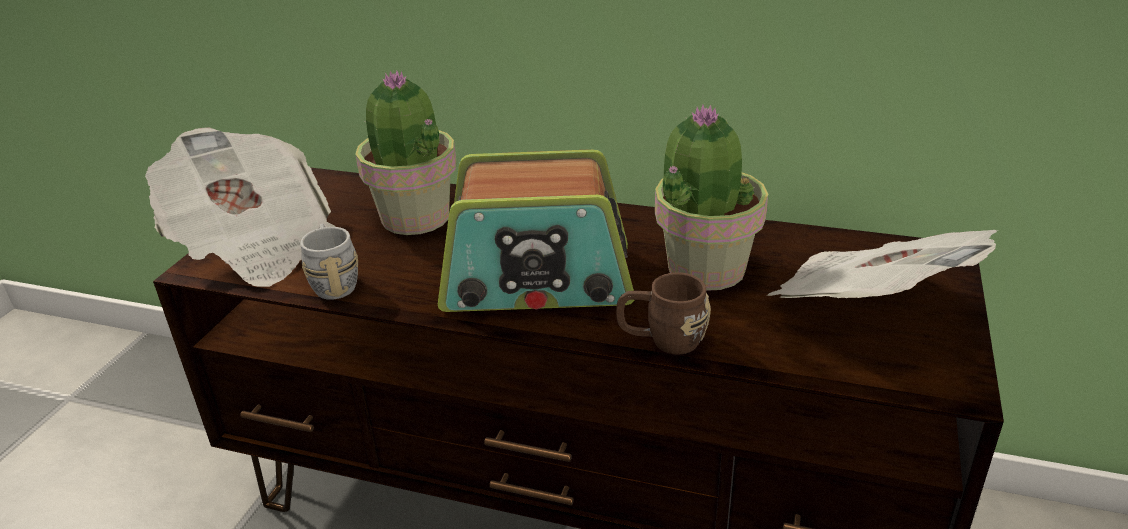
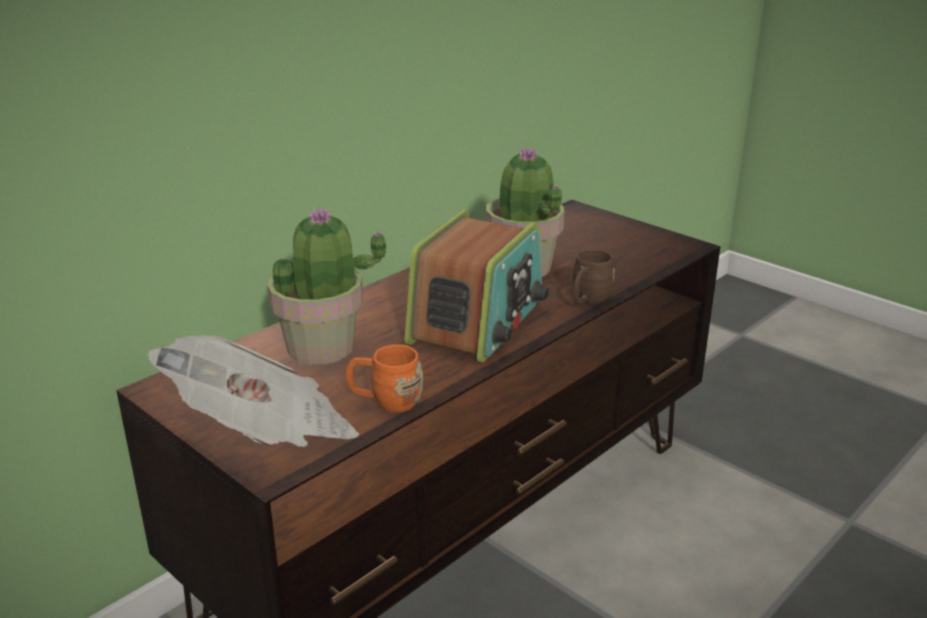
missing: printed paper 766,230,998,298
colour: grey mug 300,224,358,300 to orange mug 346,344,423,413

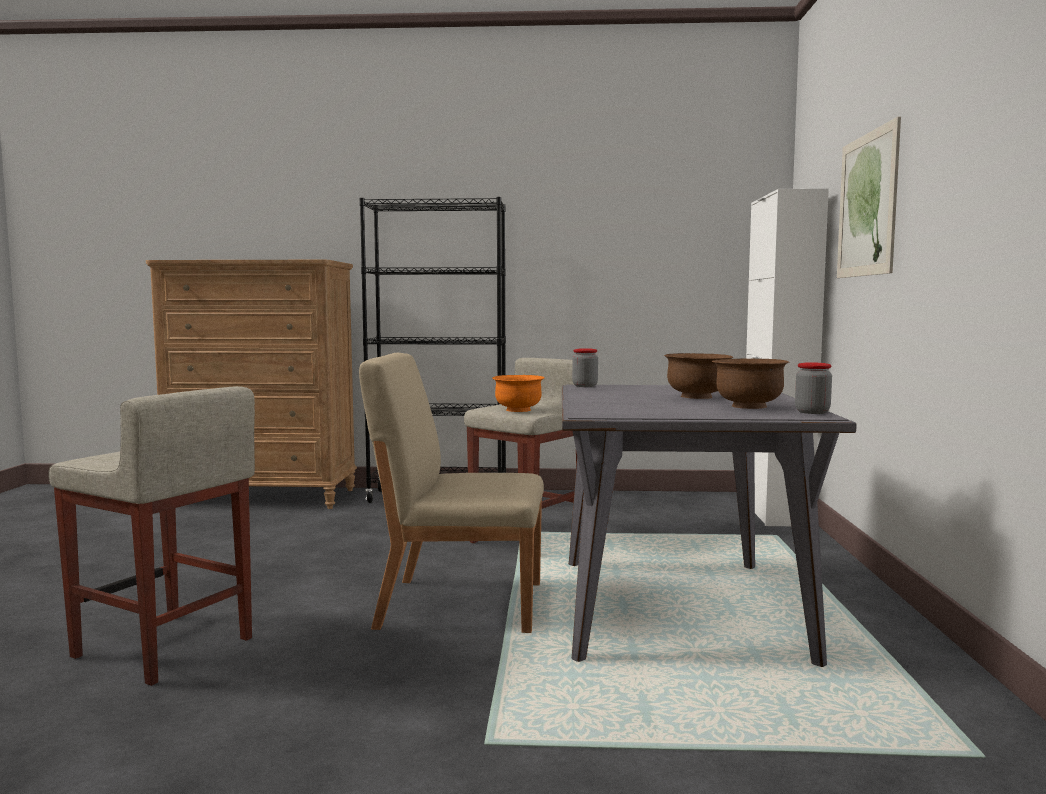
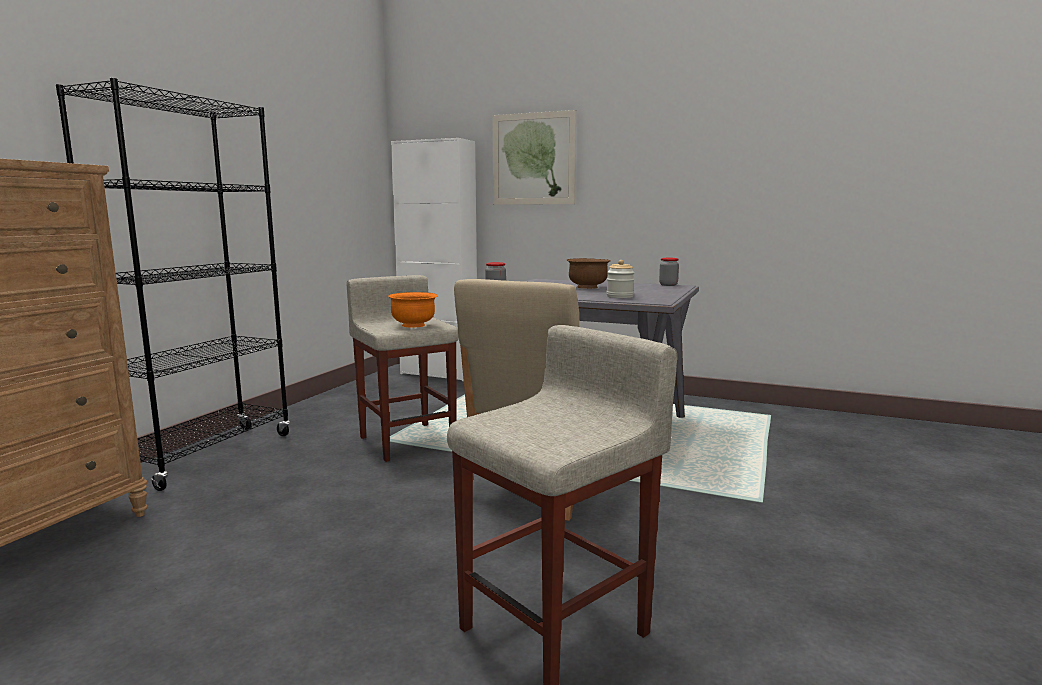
missing: brown deep dish 712,359,789,409
appeared: storage jar 606,260,635,298

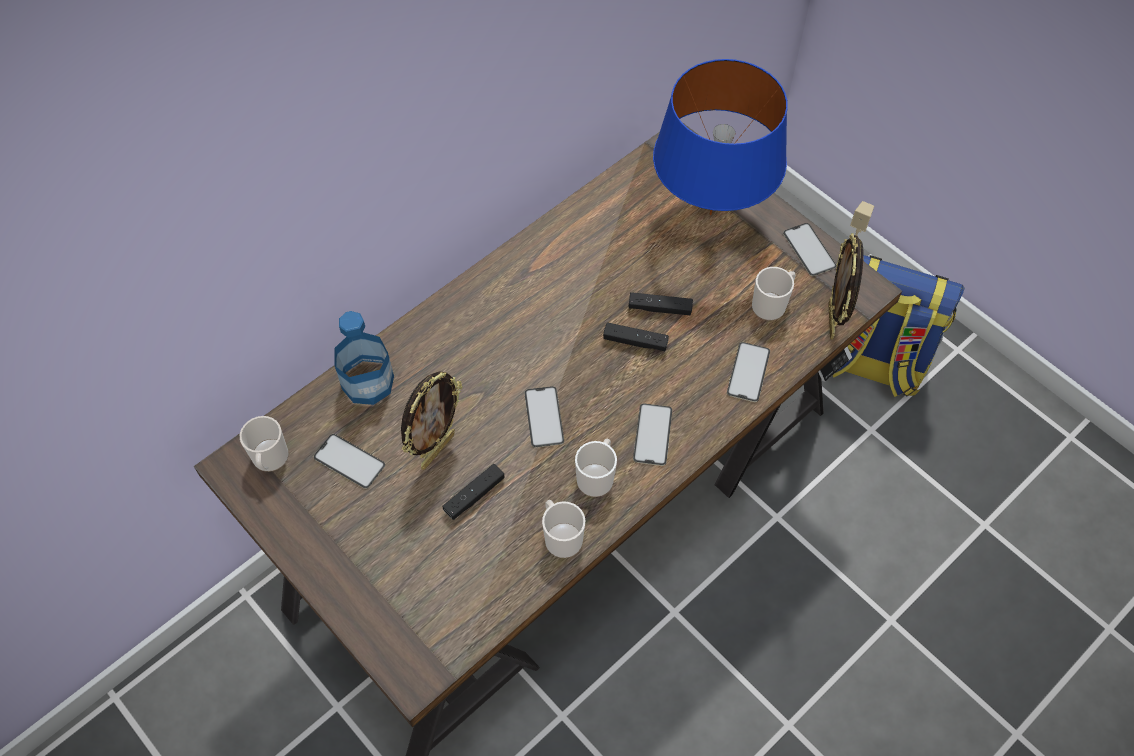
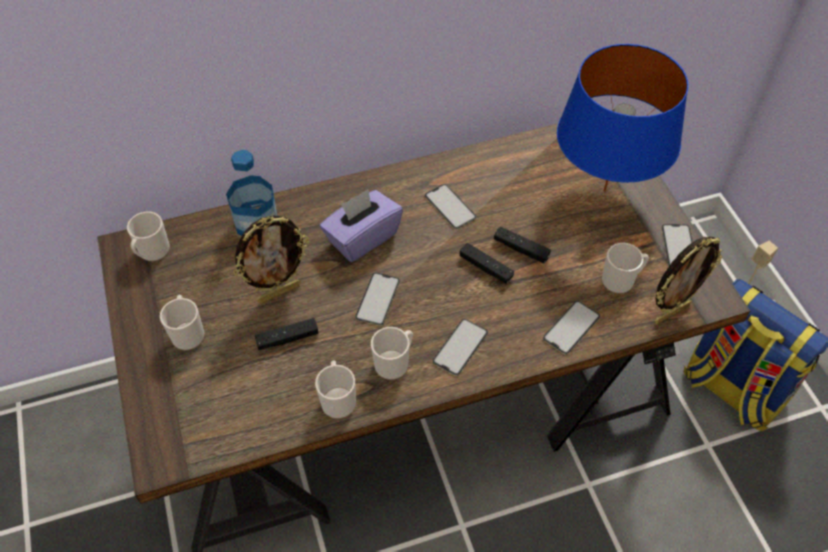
appeared: mug 160,295,205,350; purple-coloured tissue box 320,190,403,262
relocated: phone 314,434,385,489 to 425,184,476,229
spun: picture frame 828,233,863,340 = 654,236,722,325 150 degrees counterclockwise

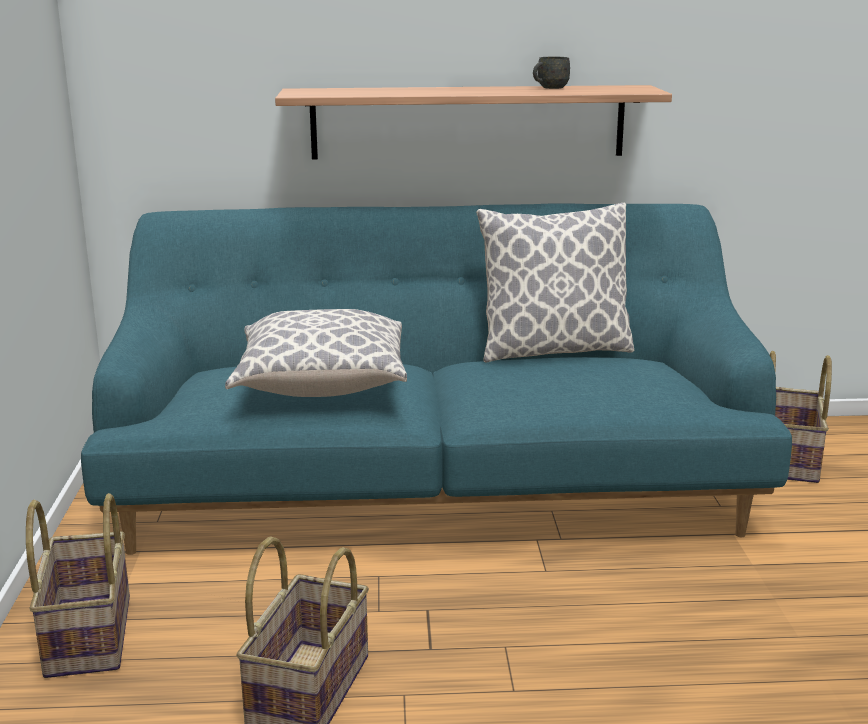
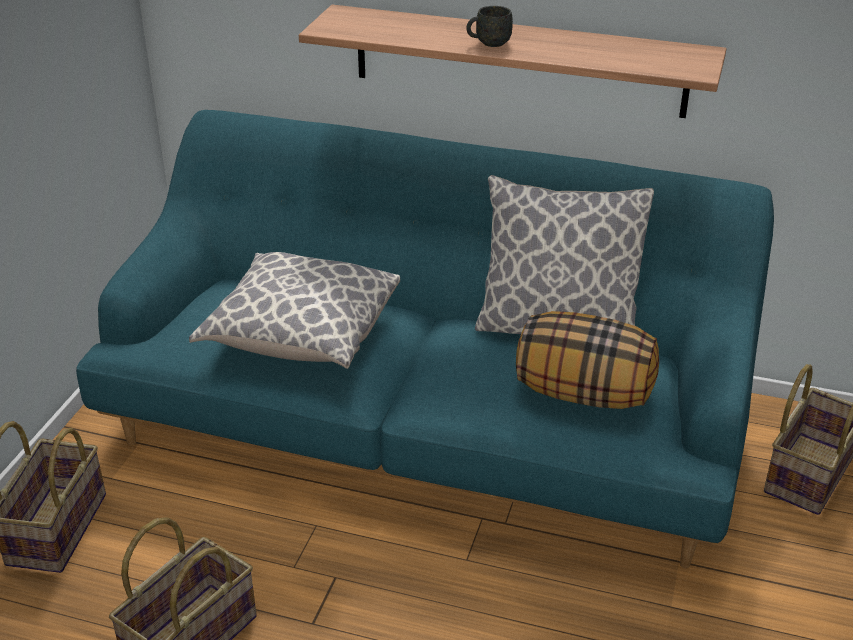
appeared: throw pillow 516,311,659,409
relocated: grey mug 533,57,570,89 to 466,6,513,47

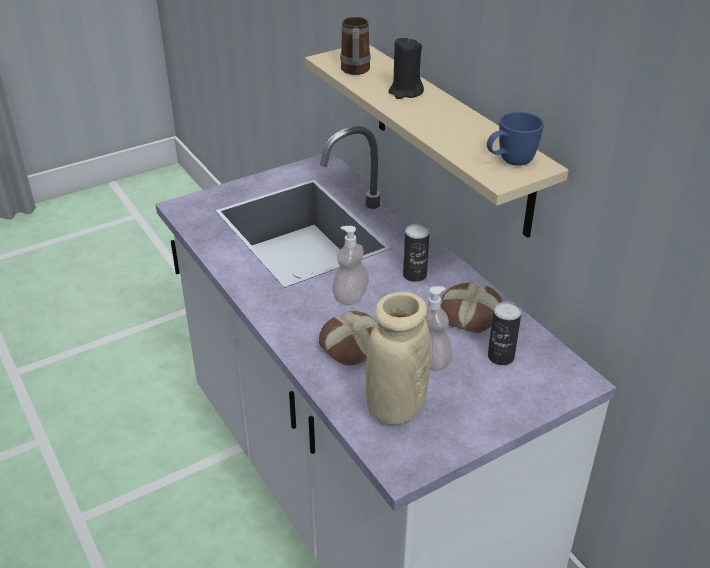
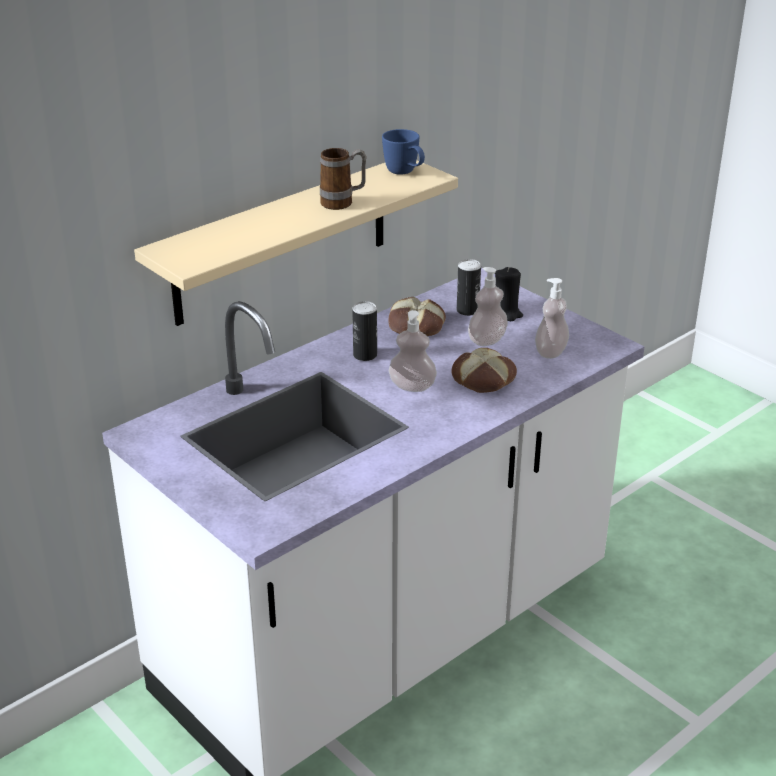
relocated: mug 340,17,370,75 to 320,148,366,210; blackish wax light 388,37,424,99 to 495,267,523,321
exchanged: sand-coloured decorative vase 366,292,431,425 to soap bottle 535,278,569,359

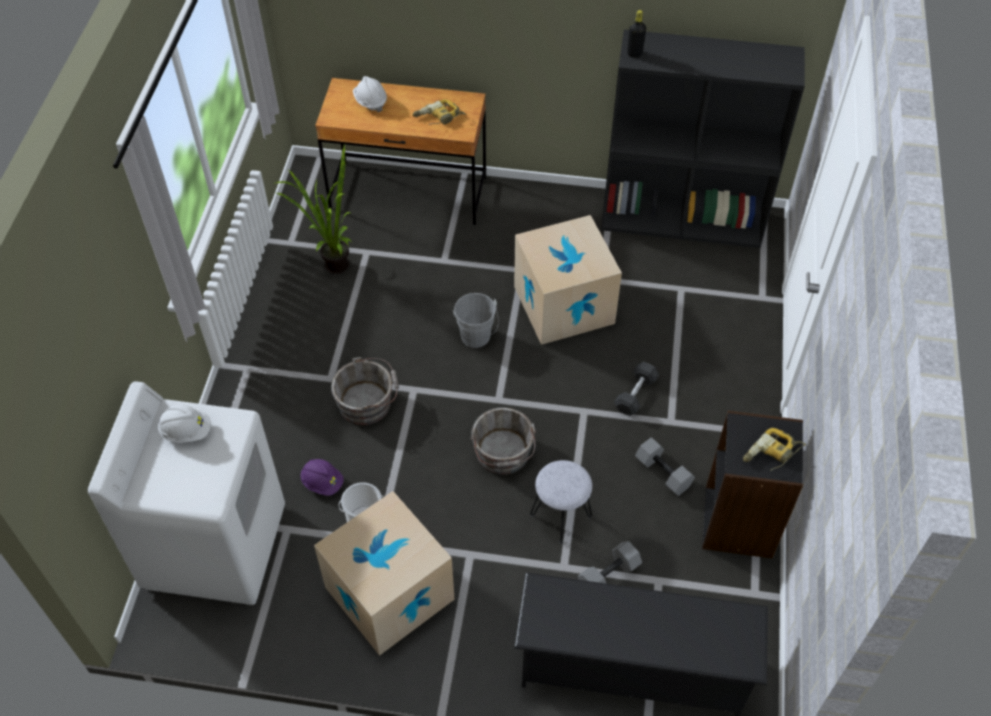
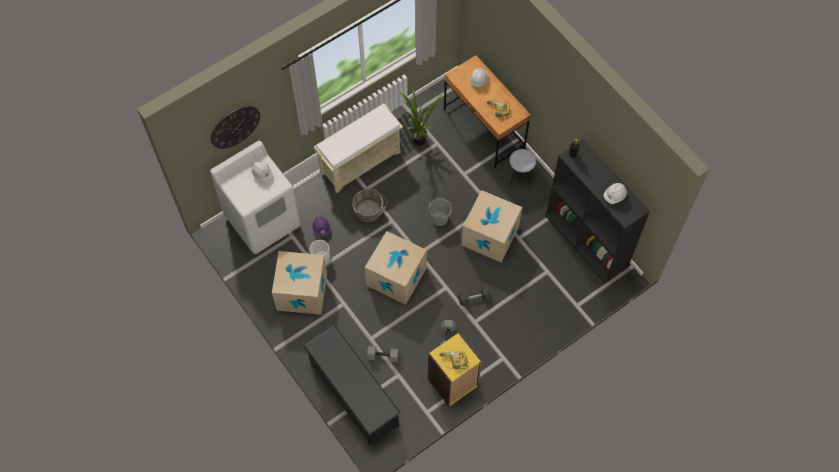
appeared: hanging clock 211,106,260,149; sand-coloured long seat 314,103,403,193; white work helmet 604,183,627,204
relocated: grey sitting stool 530,460,592,544 to 509,149,536,185
exchanged: grey bucket 471,407,536,475 to packing box 365,231,427,305
colour: blackish shelving unit 702,411,803,559 to yellow-coloured shelving unit 428,333,482,407

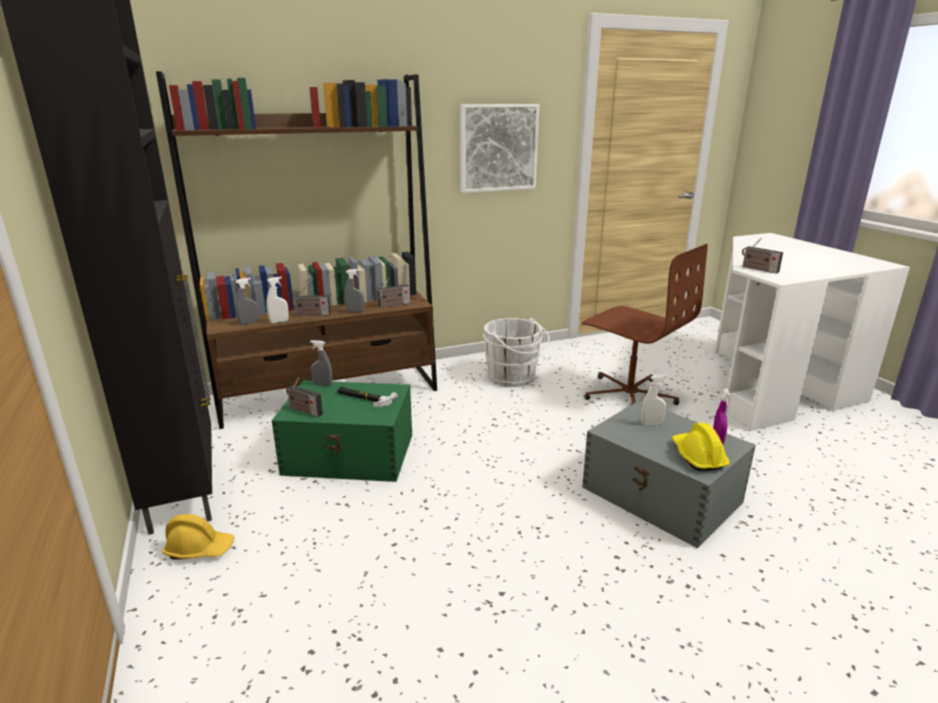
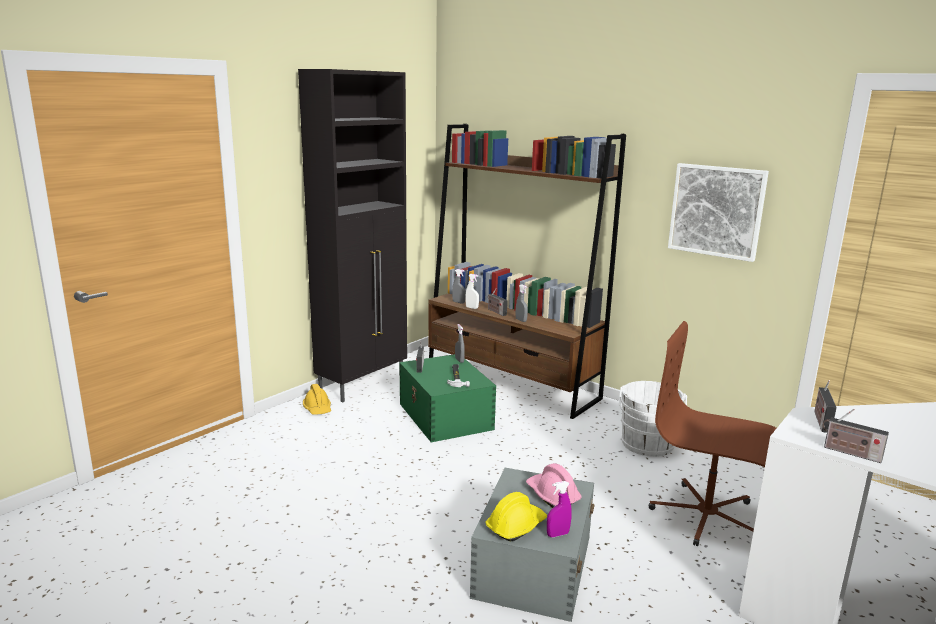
relocated: radio receiver 375,278,410,308 to 822,409,889,463
exchanged: white hand sprayer 641,374,668,425 to pink work helmet 526,463,582,508
spun: brown computer chair 581,244,708,405 = 649,321,777,546 105 degrees clockwise

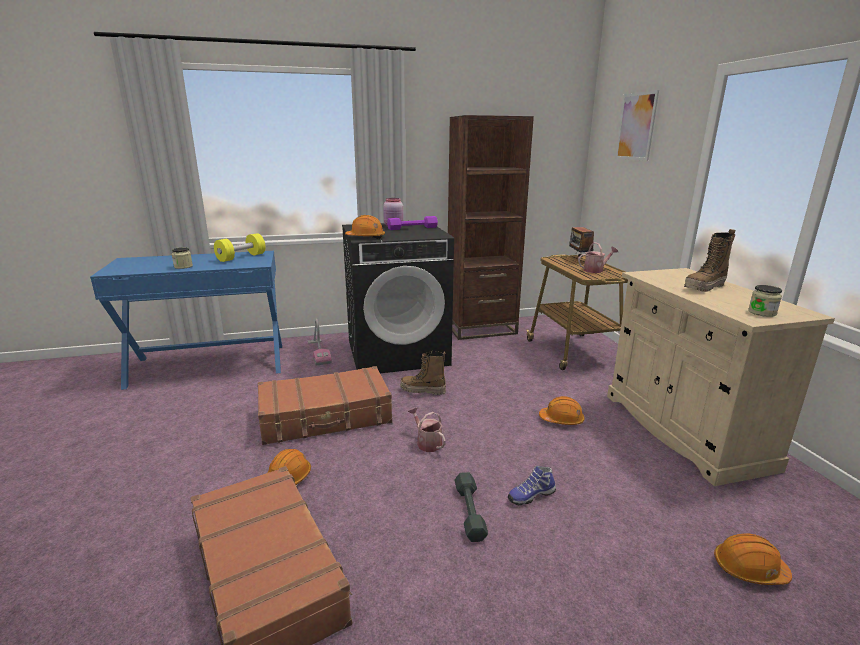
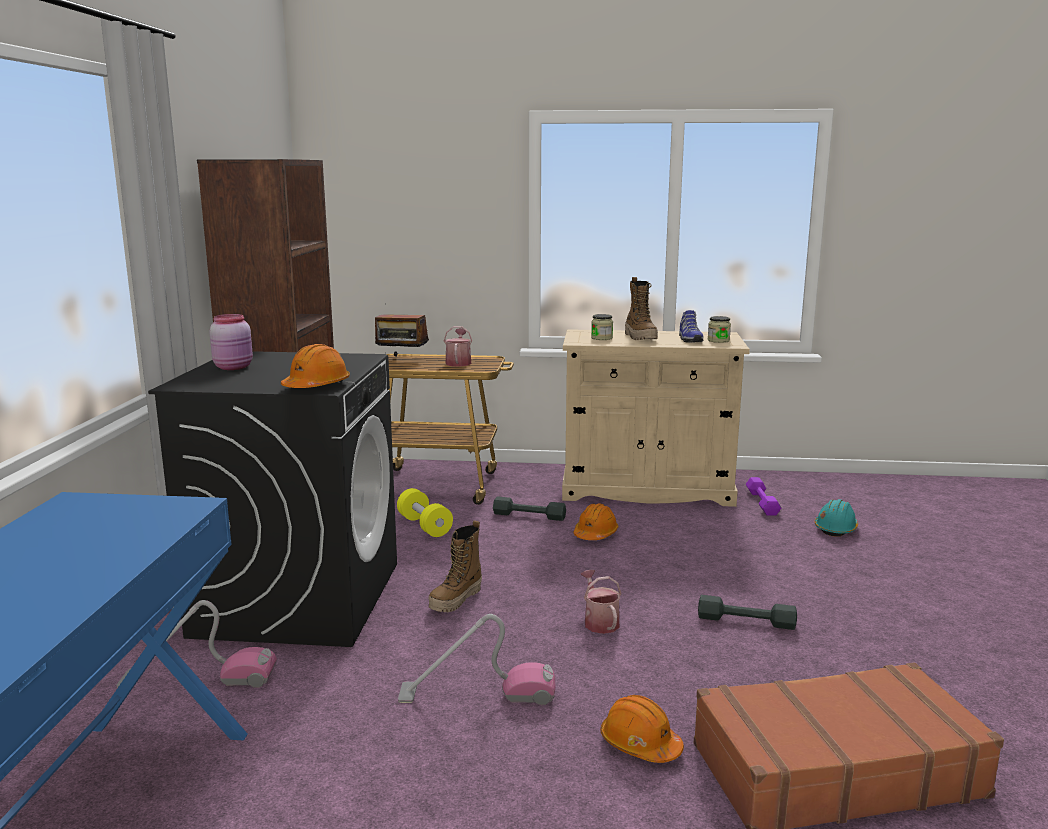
missing: wall picture 615,90,659,161
appeared: grey free weight 493,497,566,521
relocated: storage jar 172,247,193,269 to 591,314,613,340; yellow-coloured free weight 214,233,266,262 to 397,488,453,537; purple-coloured free weight 387,216,438,230 to 746,477,781,516; shoe 508,466,556,506 to 679,310,704,343
exchanged: brown suitcase 258,366,392,445 to vacuum 398,614,555,705
colour: orange work helmet 714,534,792,585 to blue-green work helmet 815,499,858,537
spun: watering pot 408,407,446,452 = 580,570,622,634 90 degrees clockwise

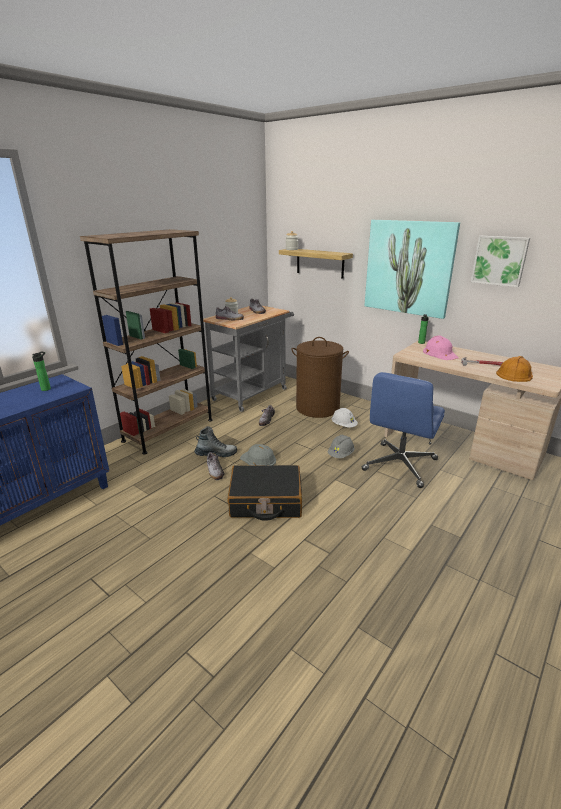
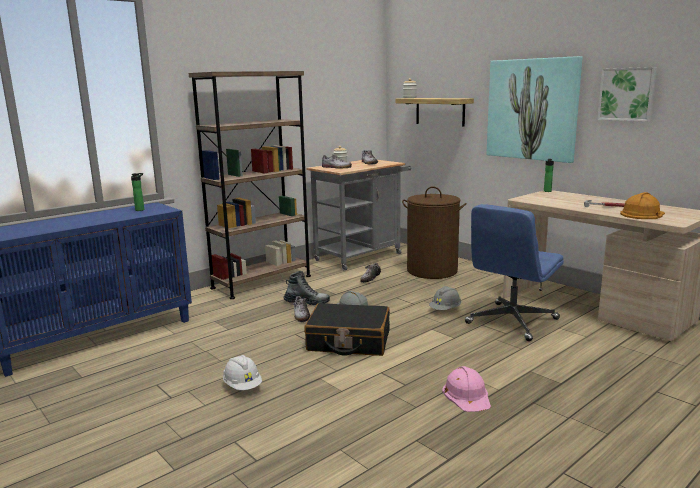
relocated: white work helmet 332,408,358,428 to 223,355,262,390; pink work helmet 423,335,459,360 to 442,366,491,412

